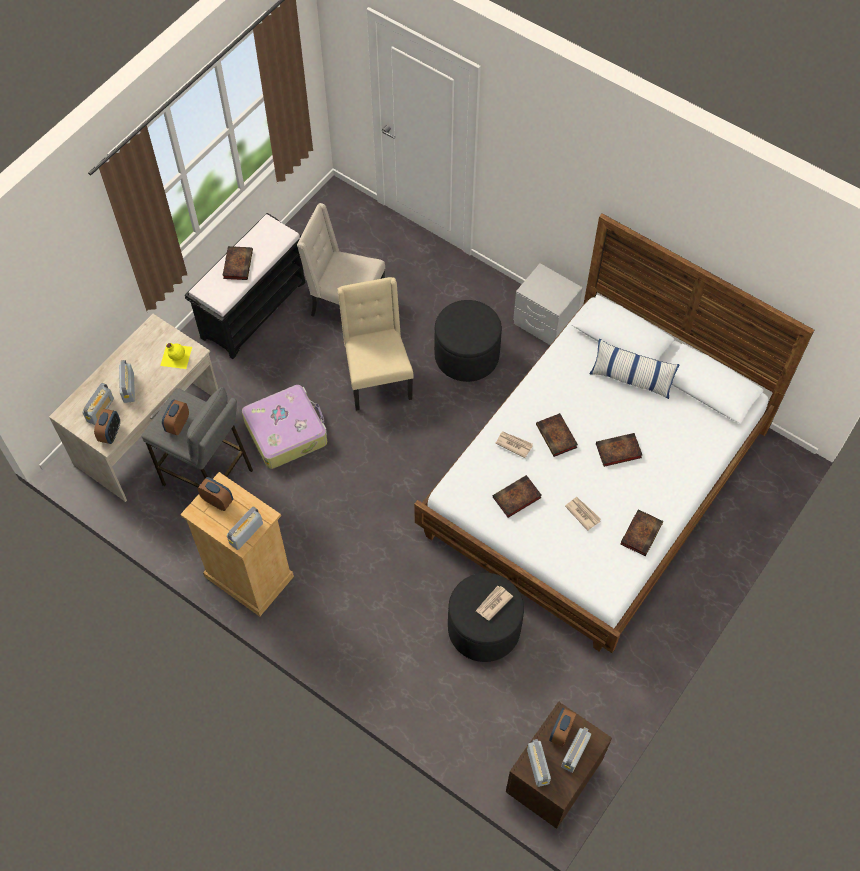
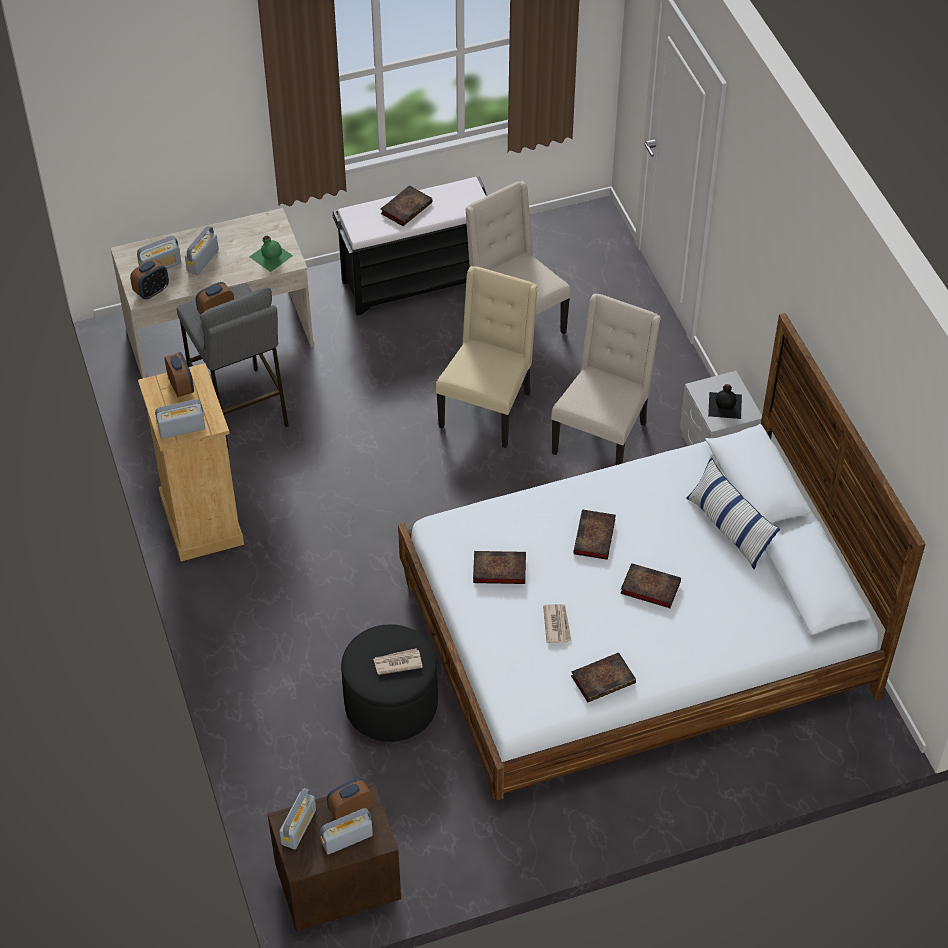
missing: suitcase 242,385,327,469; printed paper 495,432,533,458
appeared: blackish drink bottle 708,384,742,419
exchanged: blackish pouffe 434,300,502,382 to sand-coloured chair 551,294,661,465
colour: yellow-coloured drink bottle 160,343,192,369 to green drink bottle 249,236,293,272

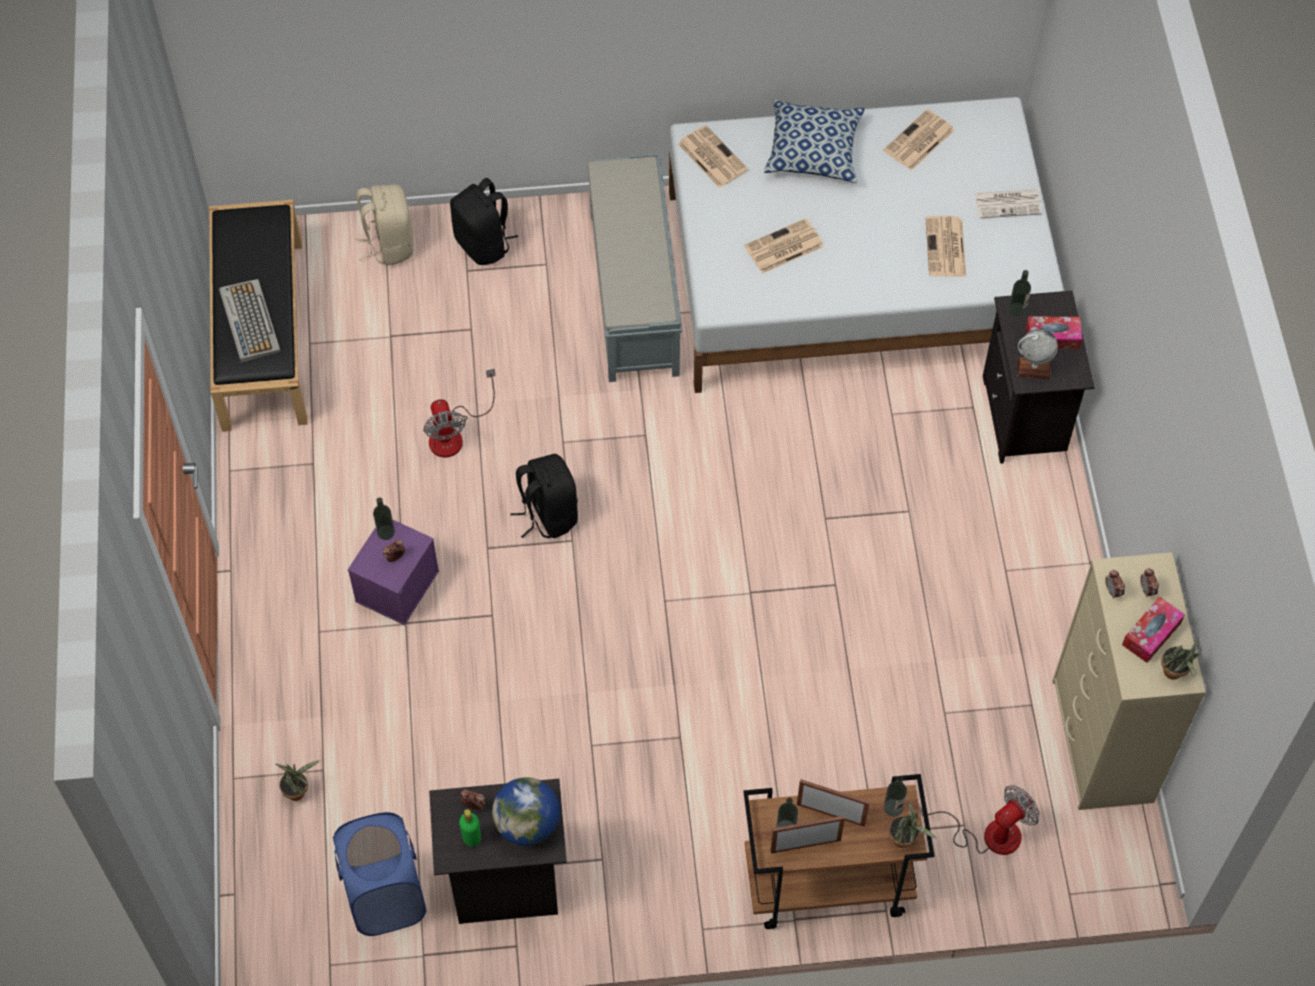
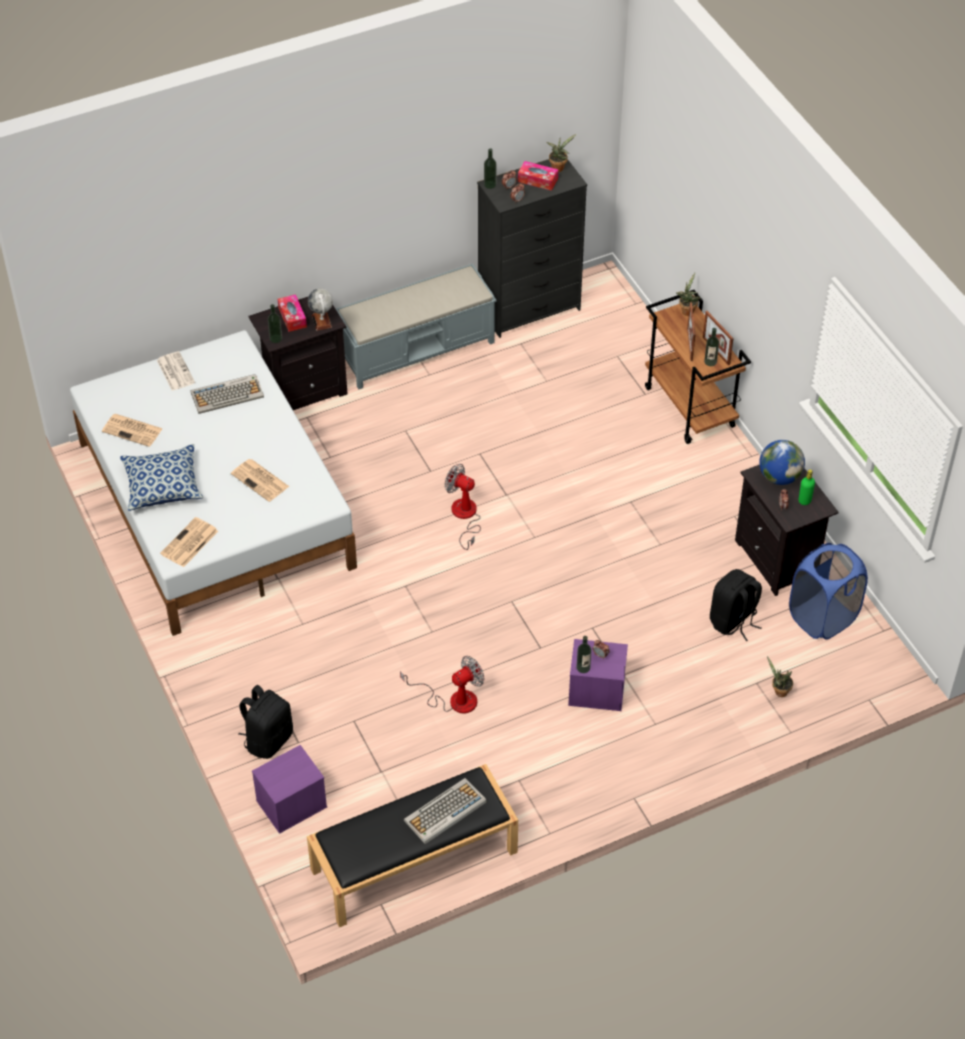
relocated: blackish knapsack 510,454,578,538 to 710,569,762,641; grey long seat 587,153,682,382 to 336,263,497,389; drink bottle 884,776,907,817 to 484,148,497,189; electric fan 919,785,1040,855 to 445,464,481,550
exchanged: sand-coloured knapsack 354,184,414,265 to purple-coloured storage bin 252,745,327,834; printed paper 925,216,966,277 to keyboard 191,374,264,414
colour: sand-coloured drawer chest 1052,552,1206,810 to blackish drawer chest 477,159,587,338

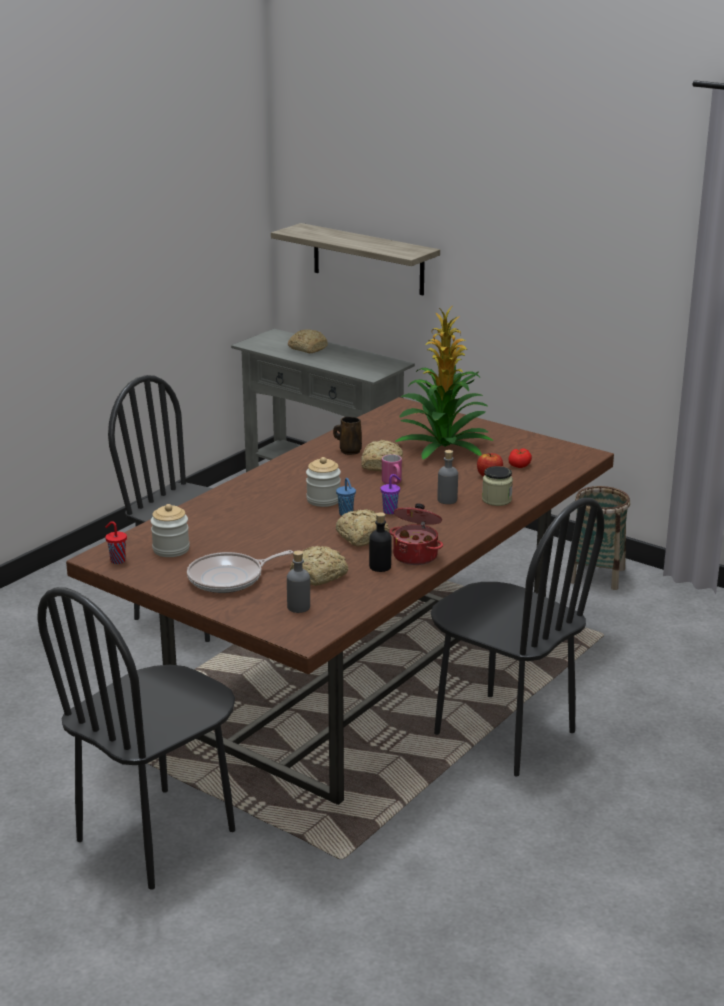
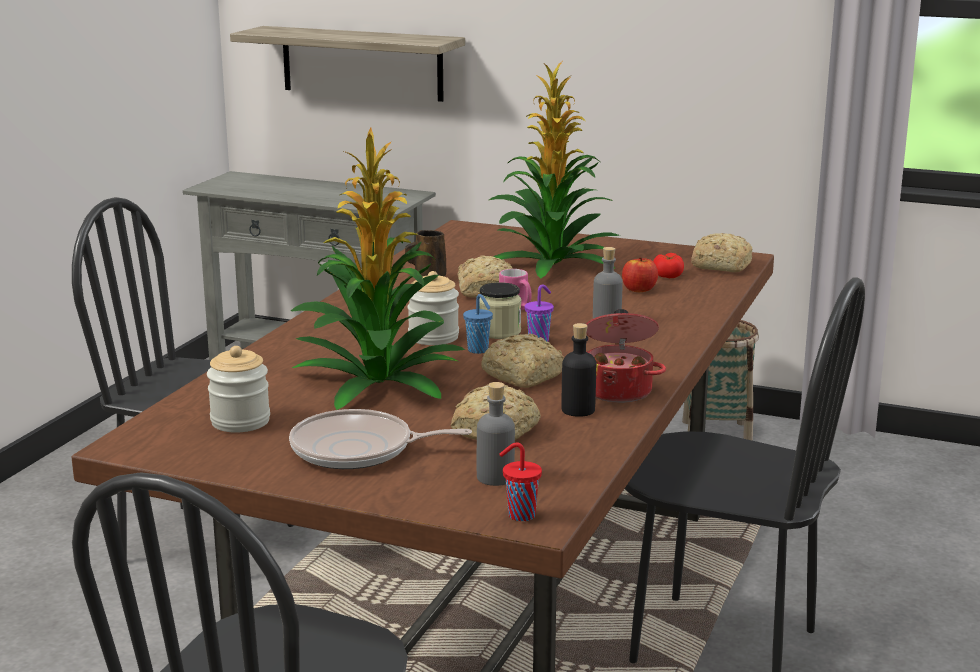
appeared: houseplant 291,128,465,410
relocated: reddish small cup 105,521,127,564 to 499,442,542,521; bakery bread 288,329,328,353 to 691,233,753,272; storage jar 482,466,513,506 to 480,282,521,339
spun: frying pan 187,550,293,593 = 289,409,472,469 45 degrees clockwise

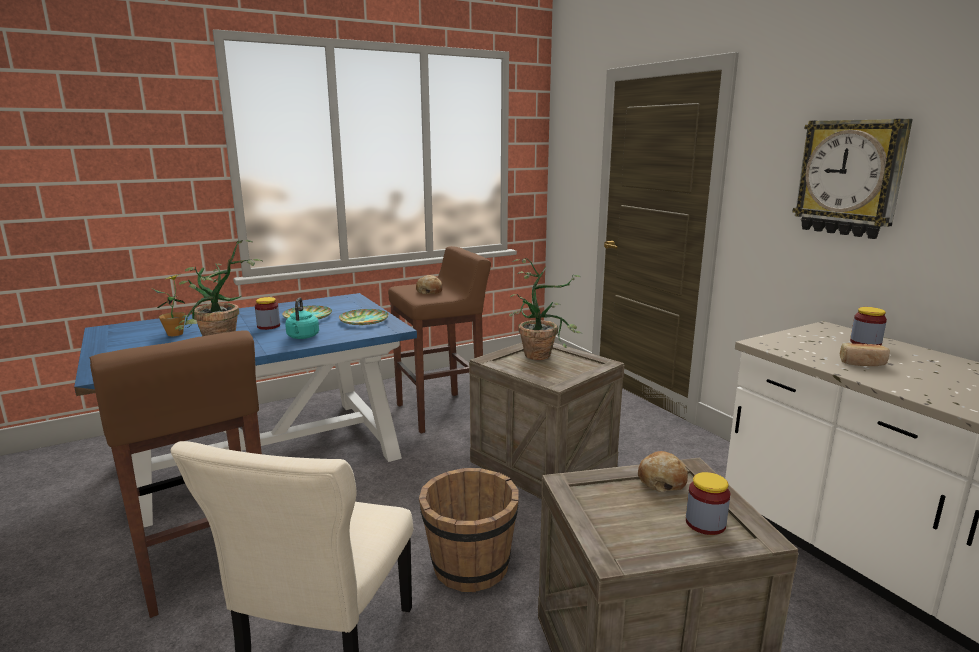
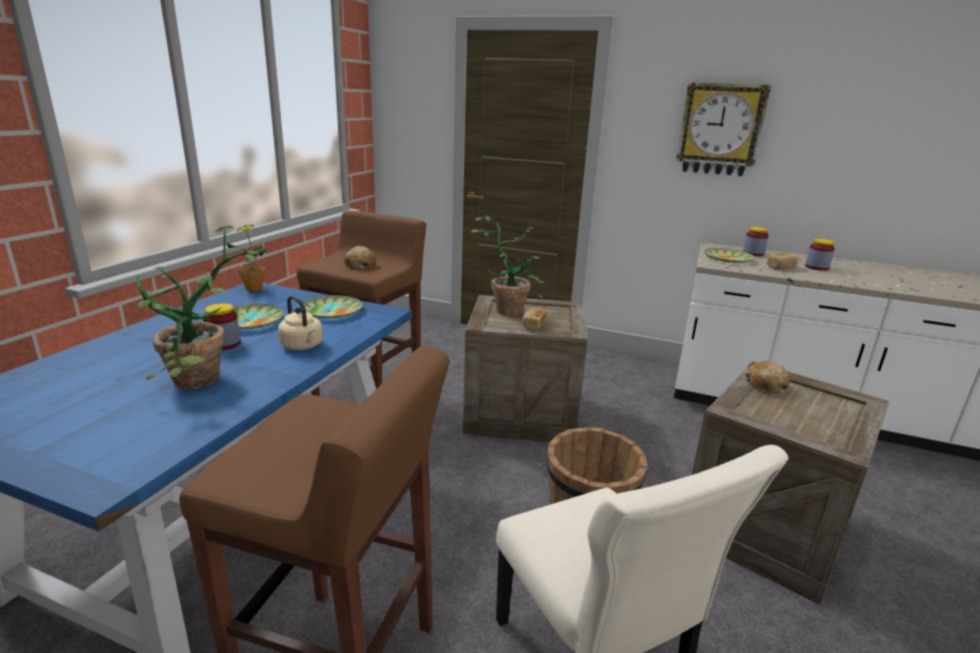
appeared: bakery bread 522,307,547,329; dinner plate 704,248,755,263
relocated: houseplant 153,274,186,336 to 227,225,268,291; storage jar 686,472,730,535 to 805,239,835,271
colour: blue-green kettle 285,297,319,339 to sand-coloured kettle 278,296,323,350

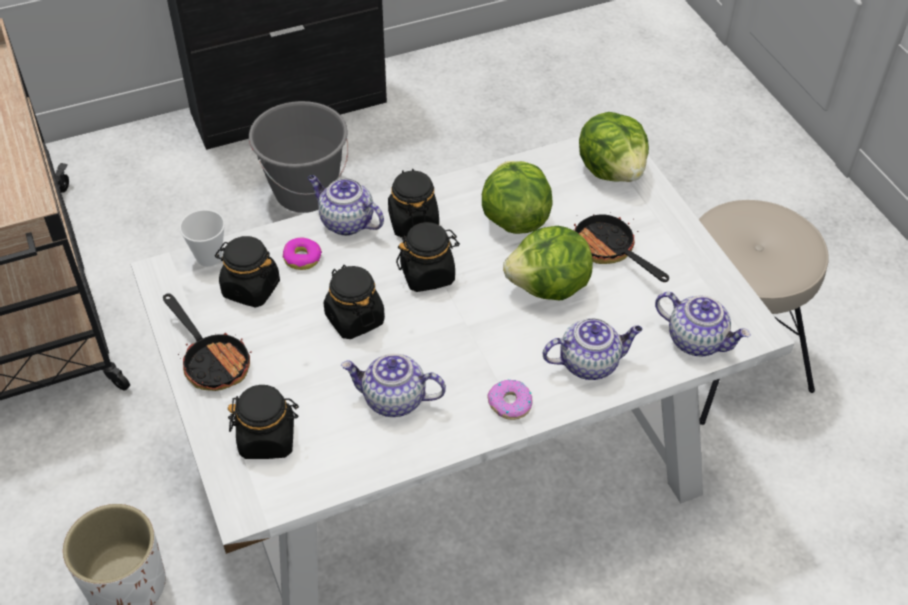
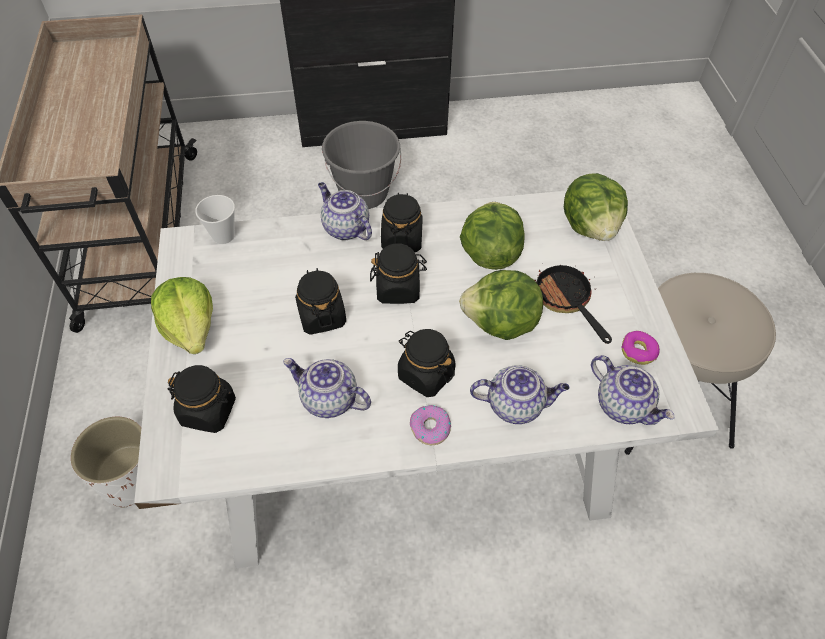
relocated: blackish storage jar 215,236,280,308 to 398,329,456,397; donut 283,238,322,270 to 621,331,660,365
exchanged: frying pan 163,293,252,391 to lettuce head 151,277,213,354

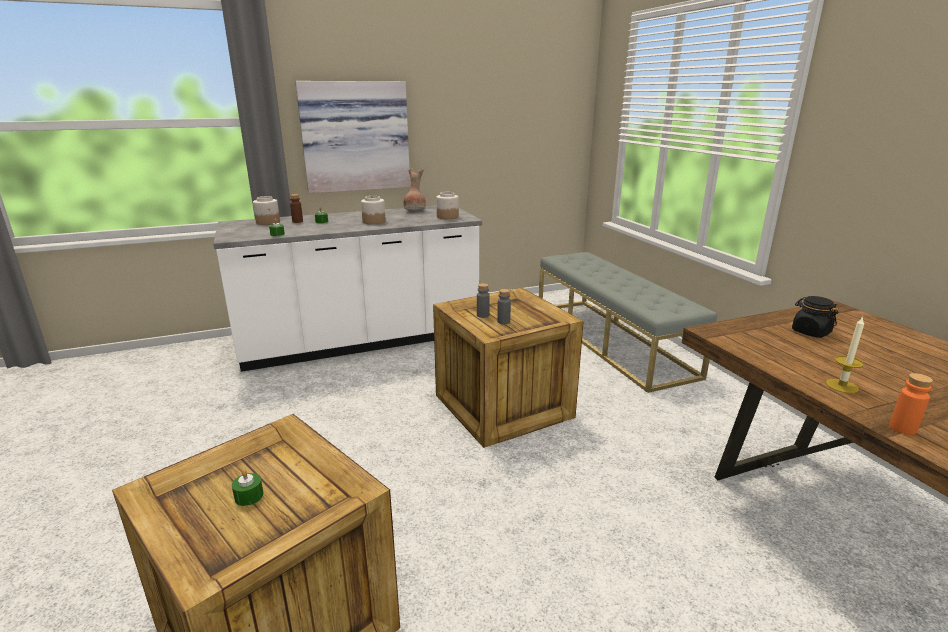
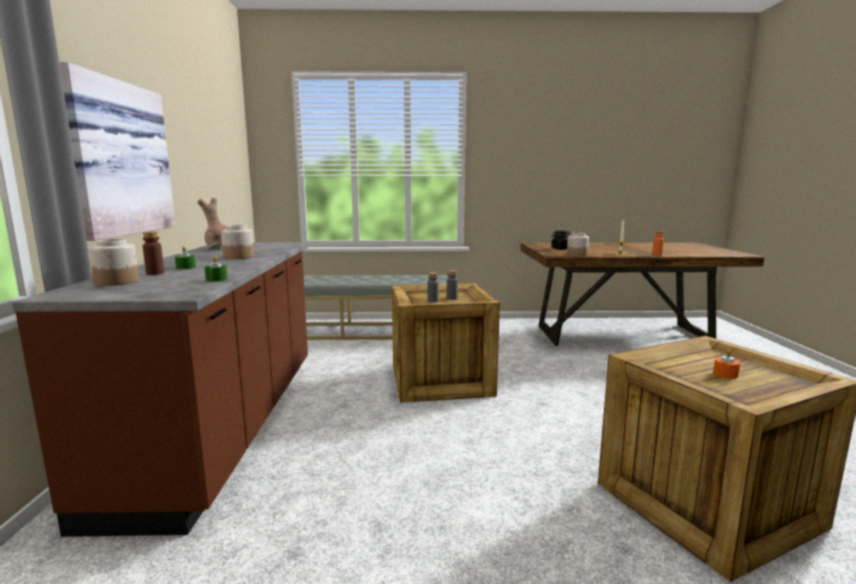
relocated: storage jar 436,192,459,219 to 567,233,589,257
colour: white kitchen counter 213,206,482,372 to brown kitchen counter 12,242,308,537; green wax light 232,470,264,506 to orange wax light 713,350,740,379

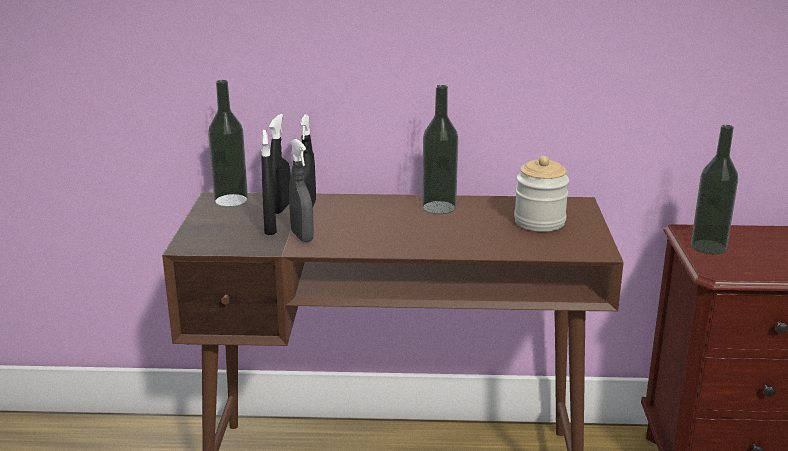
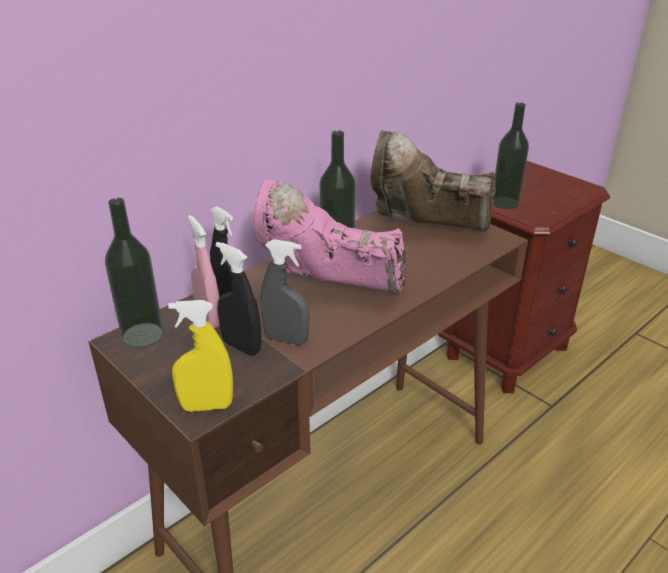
appeared: yellow-coloured hand sprayer 168,300,233,412; pink high-top boot 254,180,407,293
exchanged: storage jar 514,156,569,232 to brown high-top boot 371,130,496,231
colour: blackish hand sprayer 269,114,291,214 to pink hand sprayer 188,215,220,328

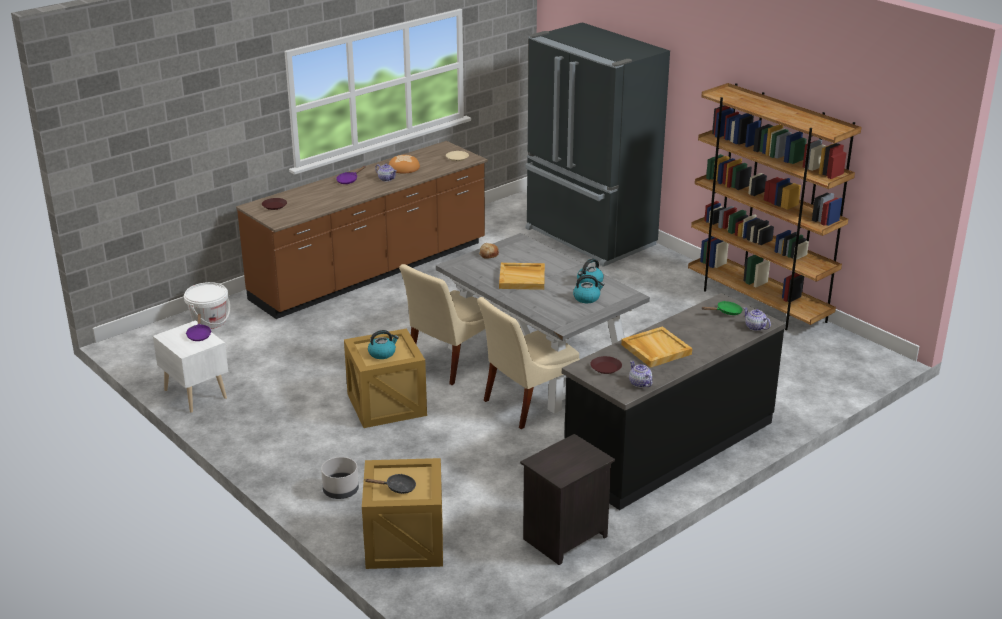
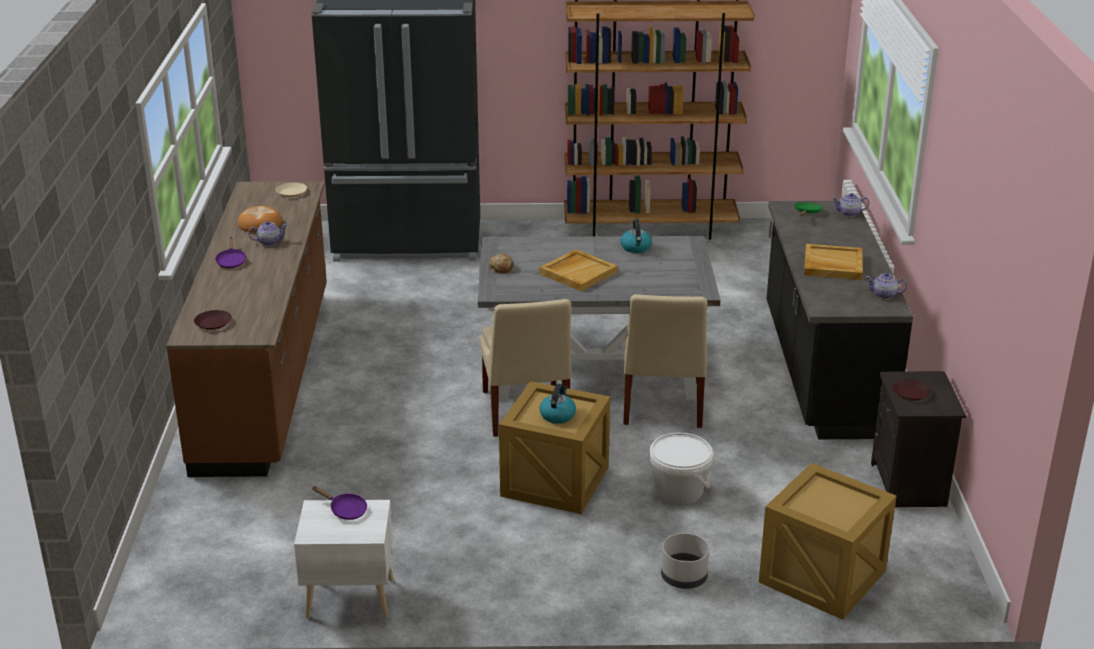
missing: blackish frying pan 365,474,416,494; kettle 573,275,605,303
relocated: white bucket 184,282,230,329 to 649,433,713,504; brown dinner plate 590,356,622,374 to 892,379,931,401

